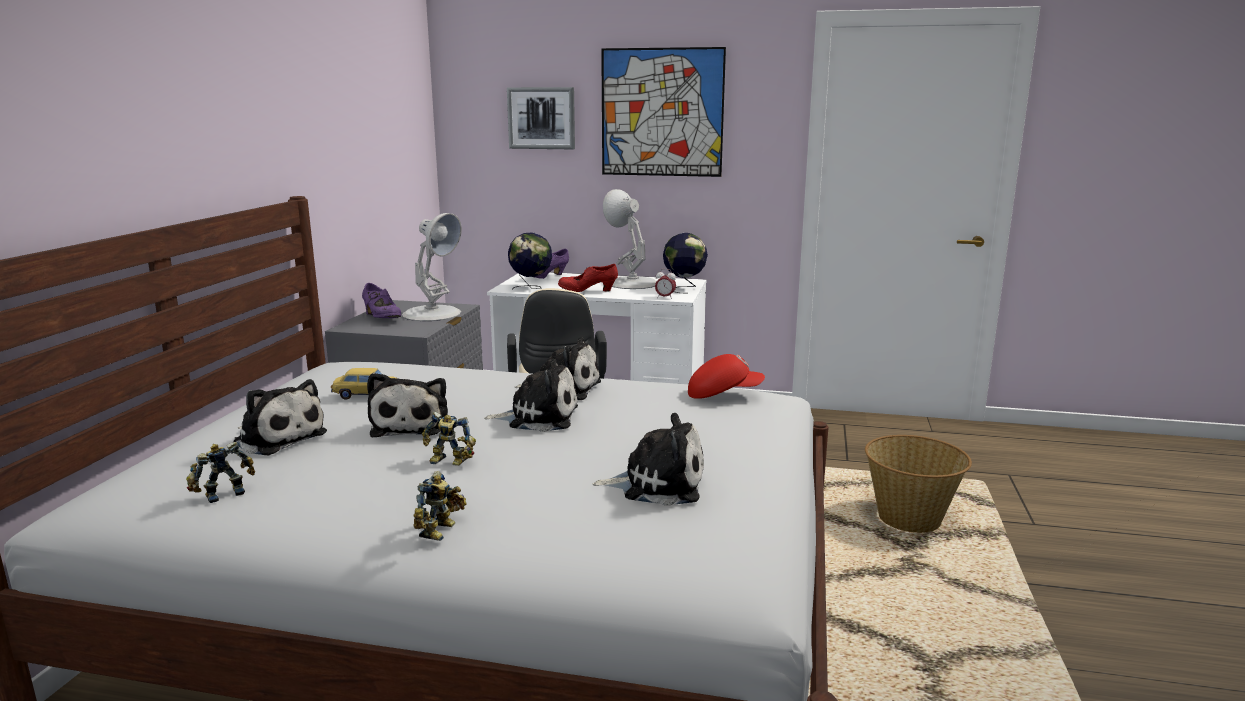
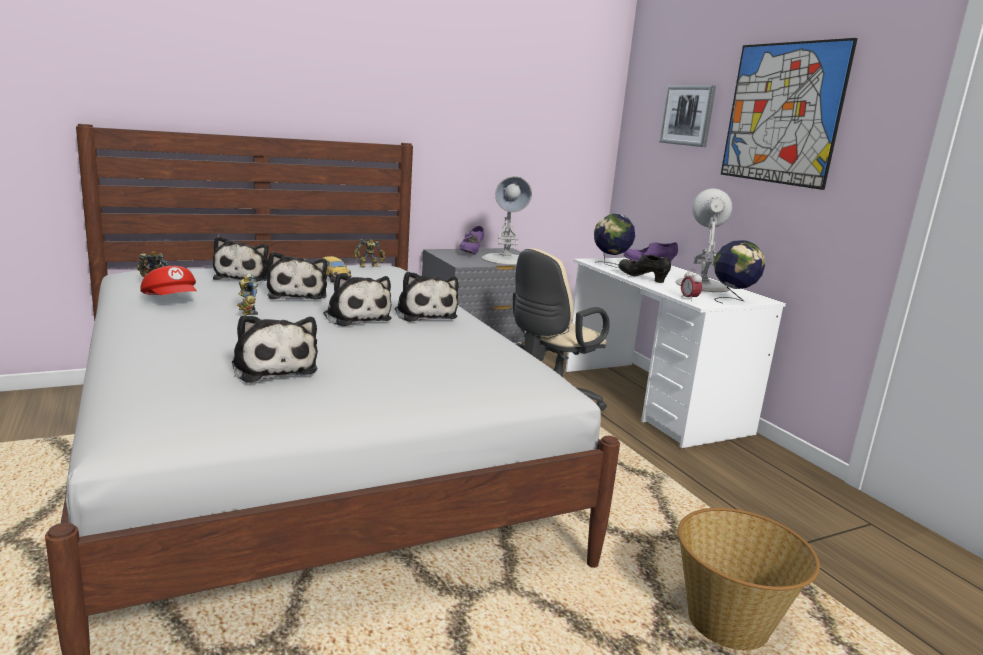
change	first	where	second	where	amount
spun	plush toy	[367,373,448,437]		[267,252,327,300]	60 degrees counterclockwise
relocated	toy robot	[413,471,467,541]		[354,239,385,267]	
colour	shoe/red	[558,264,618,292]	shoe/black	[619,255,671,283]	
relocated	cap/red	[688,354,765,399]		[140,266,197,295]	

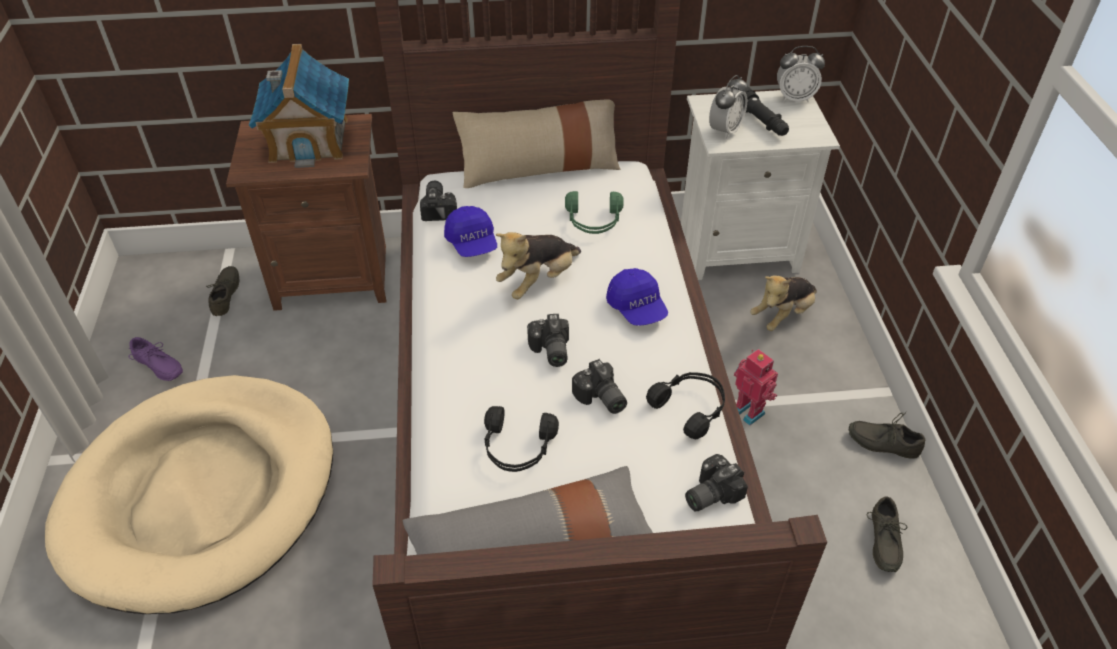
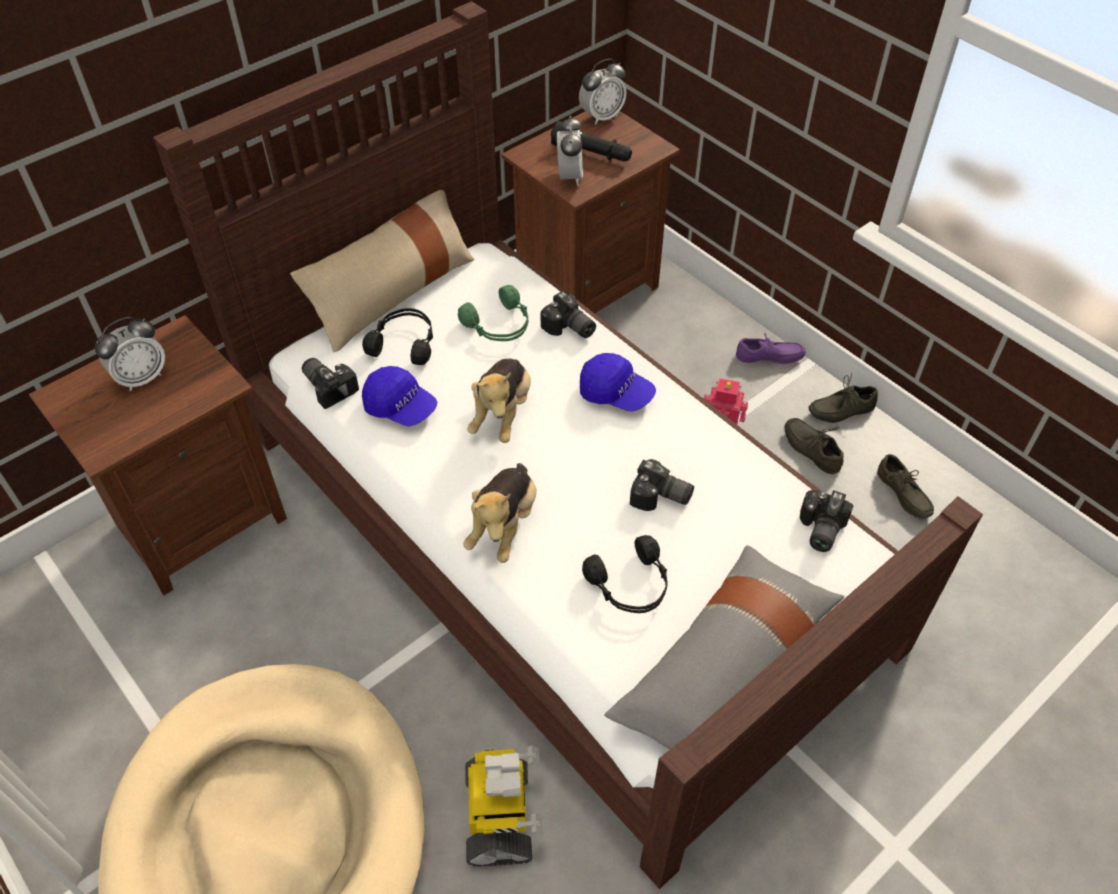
change	first	where	second	where	amount
relocated	shoe/purple	[128,337,183,381]		[736,333,806,364]	
relocated	shoe/grey	[206,266,239,316]		[785,418,844,474]	
exchanged	toy house	[249,44,349,168]	alarm clock	[95,317,165,391]	
relocated	photo camera	[527,314,569,367]		[540,291,596,338]	
relocated	headphones/black	[646,372,725,440]		[362,308,433,365]	
colour	nightstand/white	[681,90,840,280]	nightstand/brown	[501,111,680,313]	
relocated	plush toy	[750,275,817,331]		[464,463,537,563]	
appeared			toy robot	[465,745,544,867]	

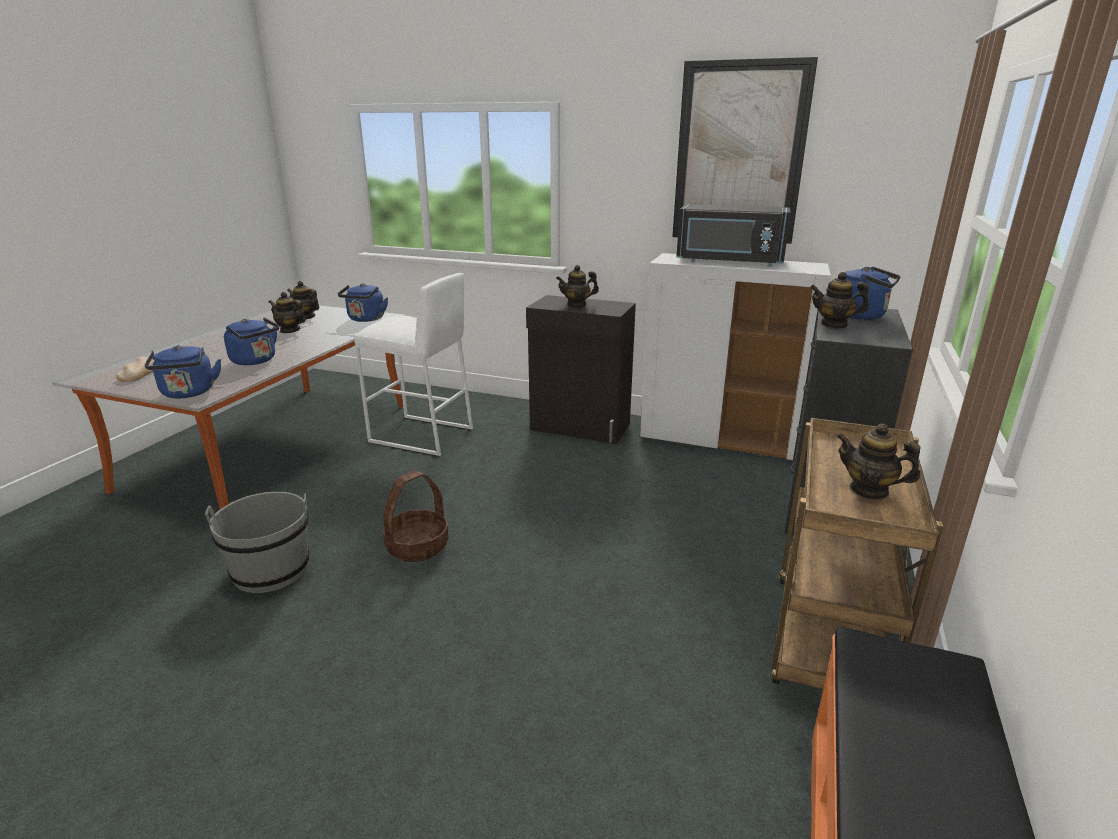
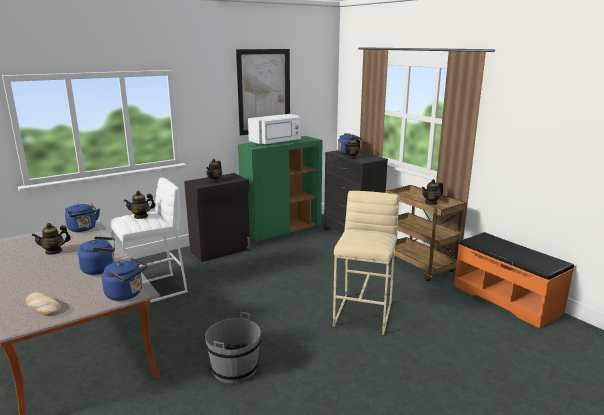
change	first	where	second	where	amount
relocated	teapot	[287,281,319,319]		[124,191,156,219]	
missing	basket	[383,470,449,562]			
colour	cabinet/white	[640,253,831,462]	cabinet/green	[238,136,323,242]	
colour	microwave/black	[677,204,791,266]	microwave/white	[248,114,301,145]	
appeared			stool/beige	[333,191,399,335]	

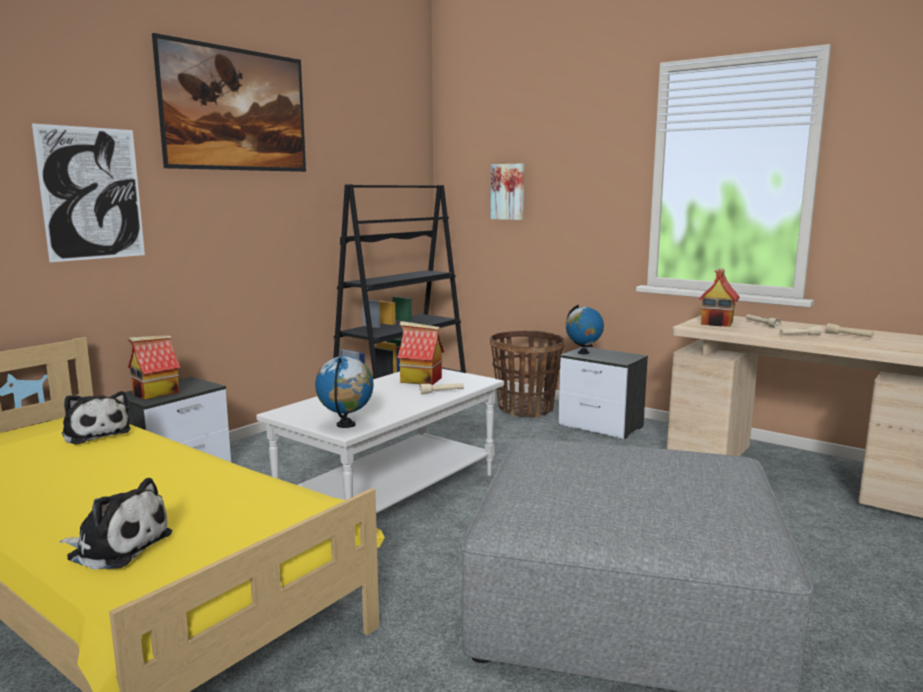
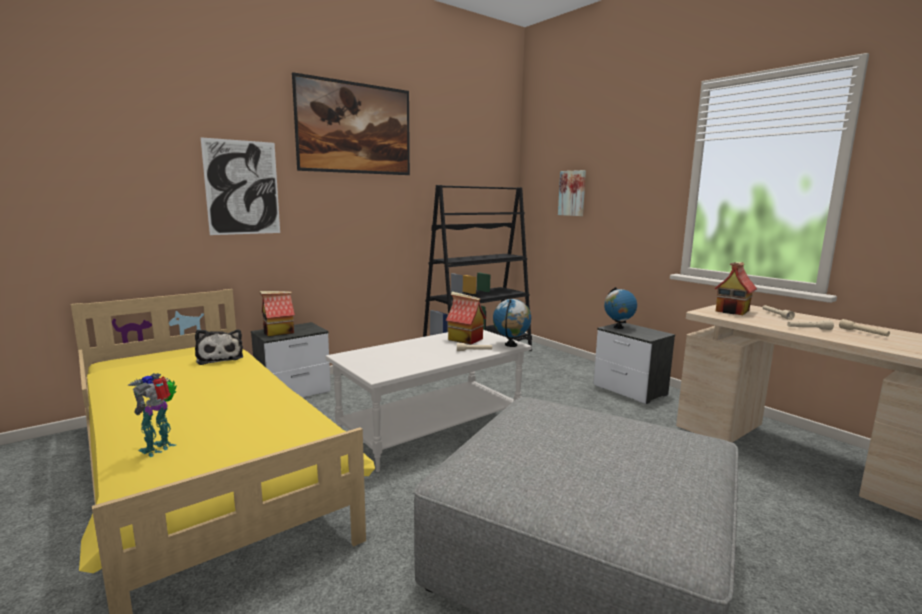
change	first	where	second	where	amount
exchanged	plush toy	[59,478,172,570]	toy robot	[128,373,177,457]	
relocated	globe	[315,356,373,428]		[493,299,531,347]	
missing	basket	[490,331,565,418]			

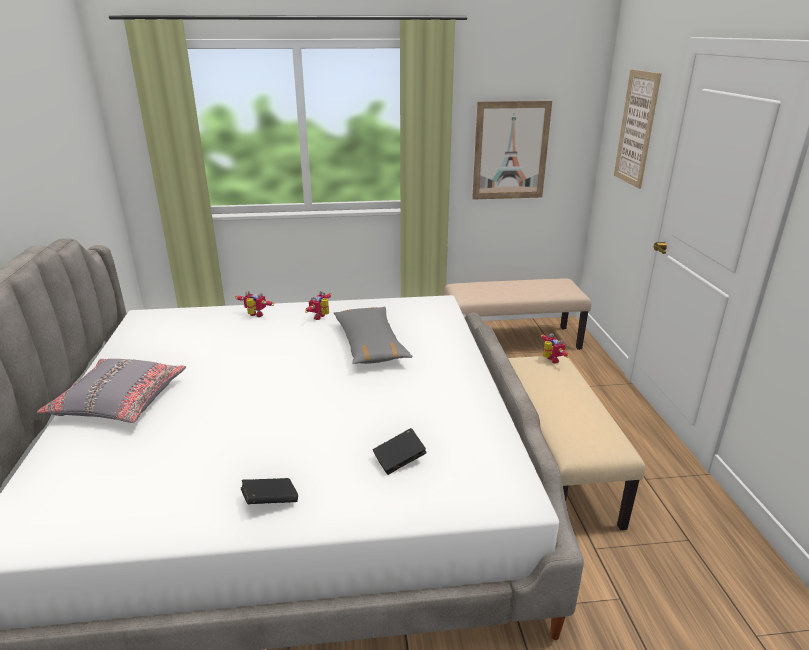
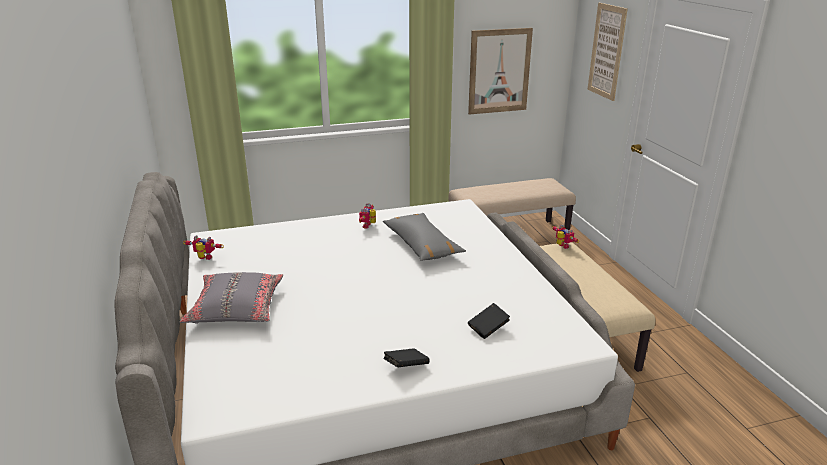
change	first	where	second	where	amount
relocated	toy robot	[235,291,275,317]		[183,235,224,260]	

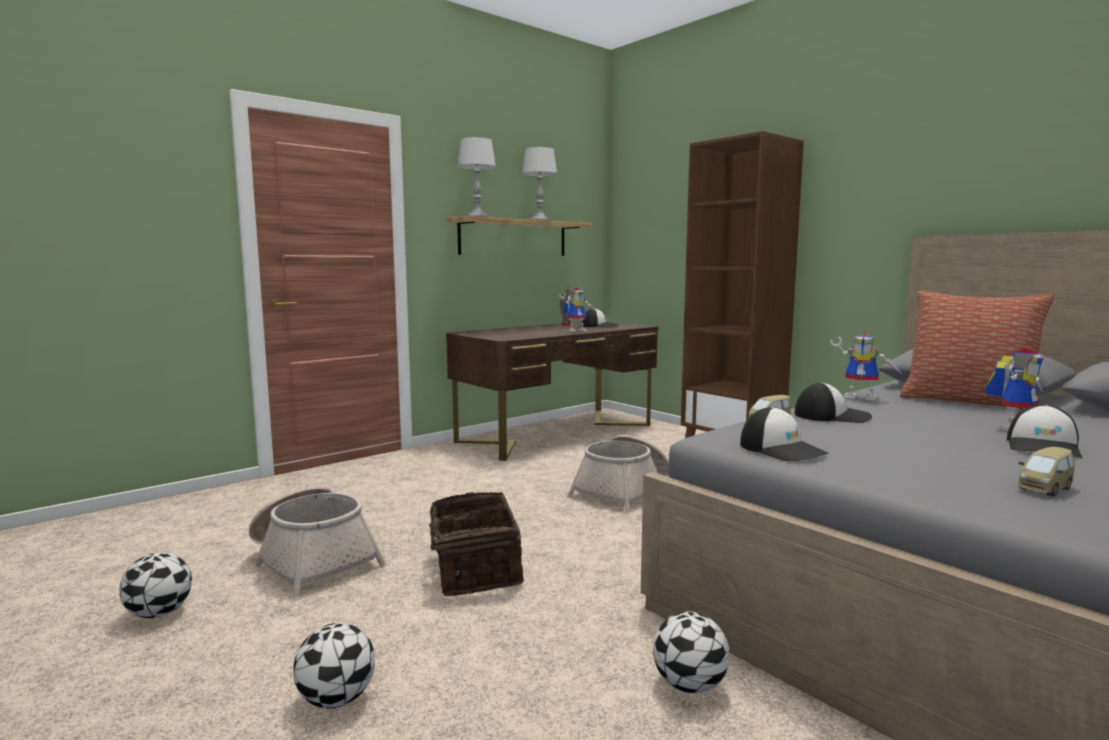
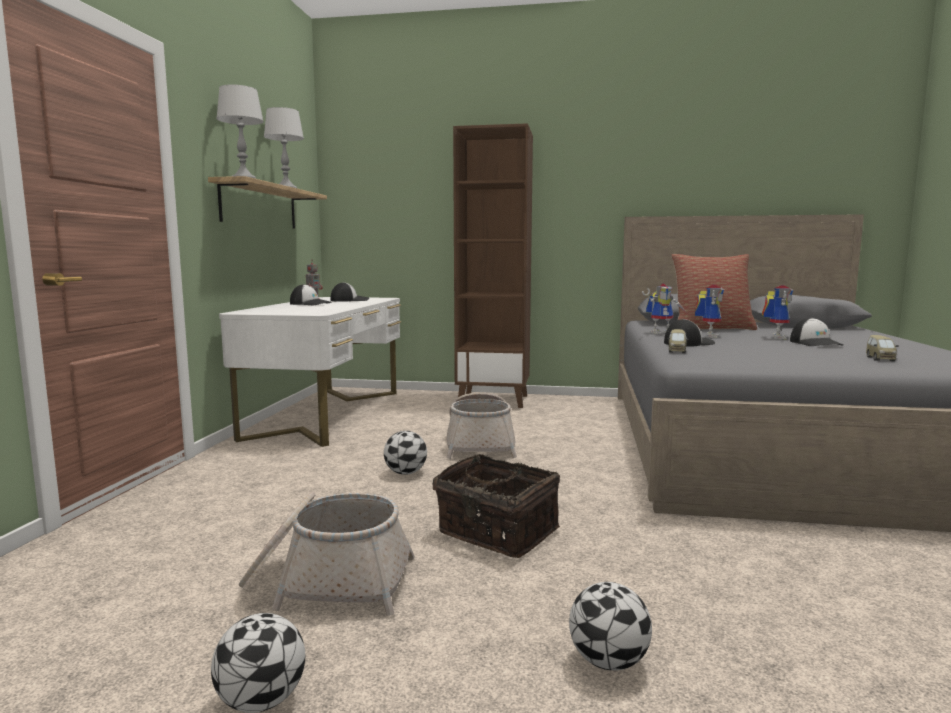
change	first	where	second	where	amount
colour	desk/brown	[446,321,658,461]	desk/white	[219,297,401,447]	
relocated	toy robot	[559,287,598,332]		[695,285,724,338]	
relocated	football	[653,611,730,694]		[384,431,427,475]	
relocated	cap	[740,407,829,462]		[290,284,331,305]	

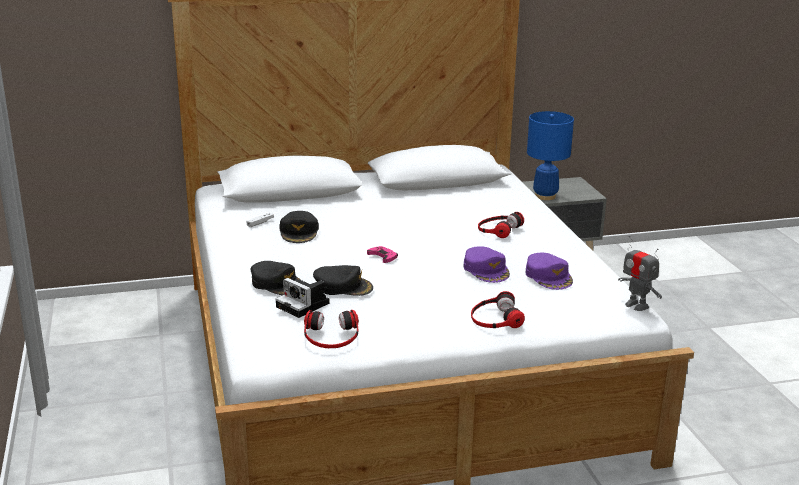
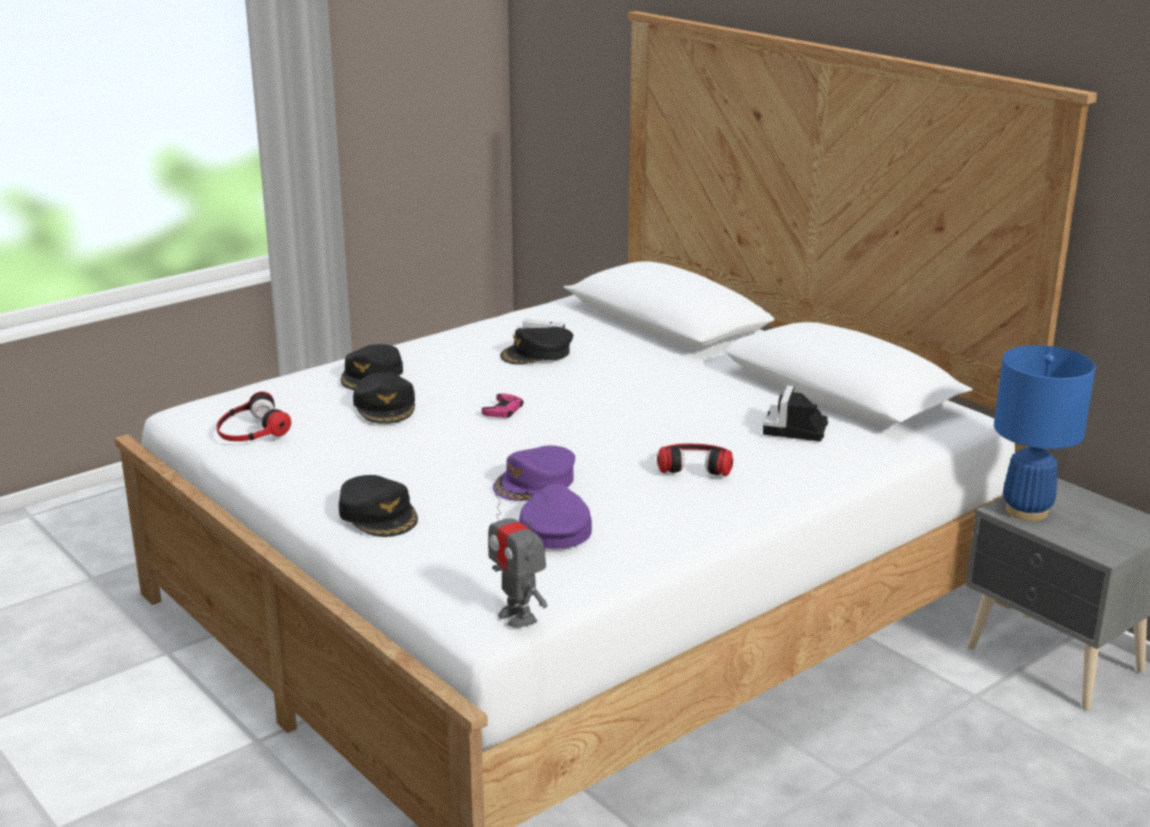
change	first	where	second	where	amount
relocated	photo camera	[276,278,329,318]		[763,385,828,441]	
exchanged	headphones	[471,291,525,328]	cap/black	[339,475,418,537]	
spun	cap/purple	[525,253,573,290]		[519,484,592,549]	135 degrees clockwise
spun	toy robot	[618,236,662,311]		[488,493,547,628]	60 degrees counterclockwise

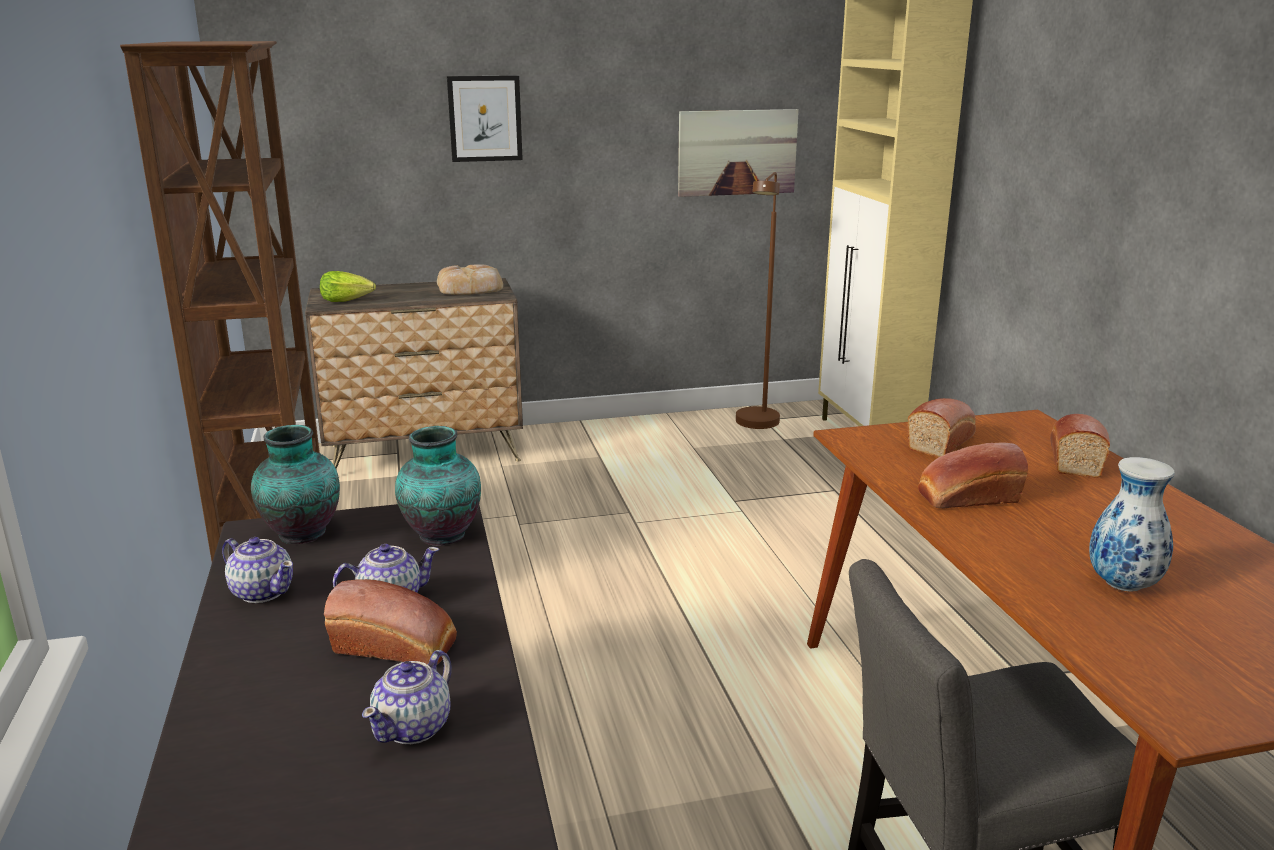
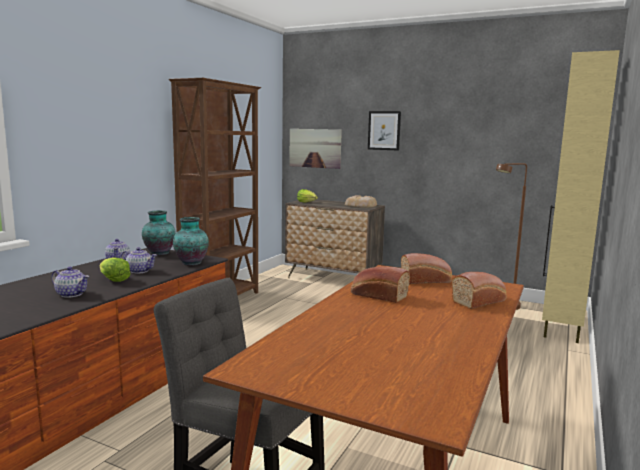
change	first	where	second	where	amount
exchanged	bread	[324,579,457,664]	lettuce	[100,257,131,282]	
spun	teapot	[362,650,452,744]		[51,267,89,298]	135 degrees counterclockwise
relocated	picture	[678,109,799,197]		[289,129,342,169]	
missing	vase	[1089,457,1175,591]			

